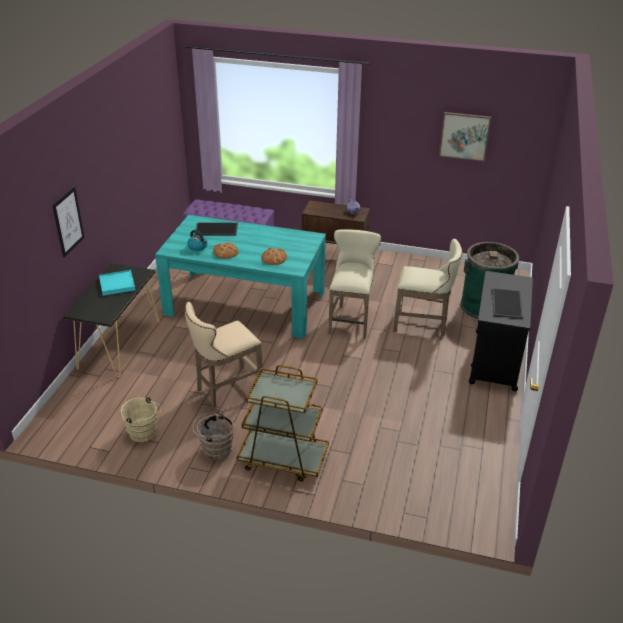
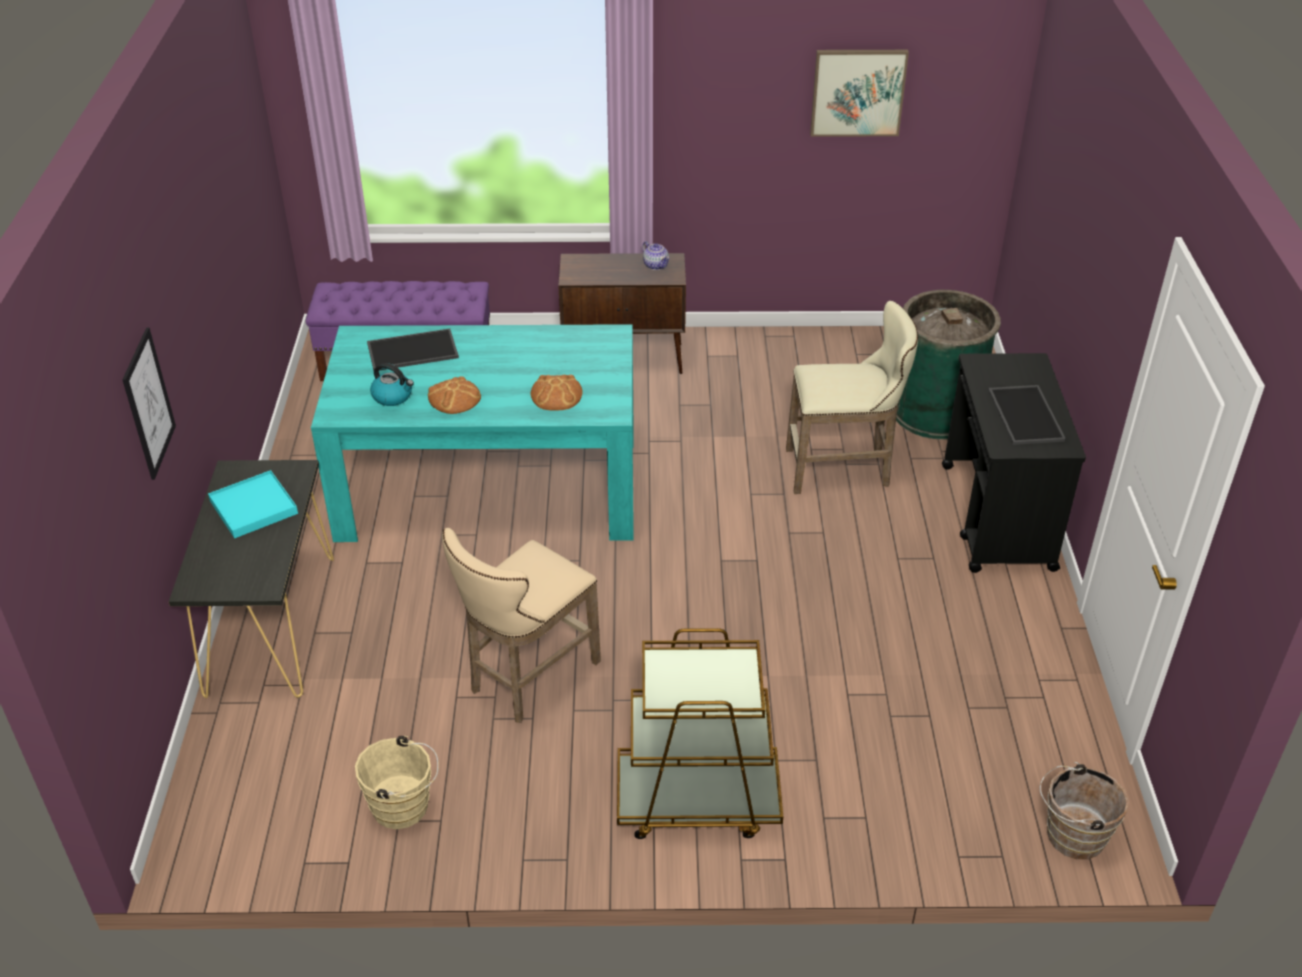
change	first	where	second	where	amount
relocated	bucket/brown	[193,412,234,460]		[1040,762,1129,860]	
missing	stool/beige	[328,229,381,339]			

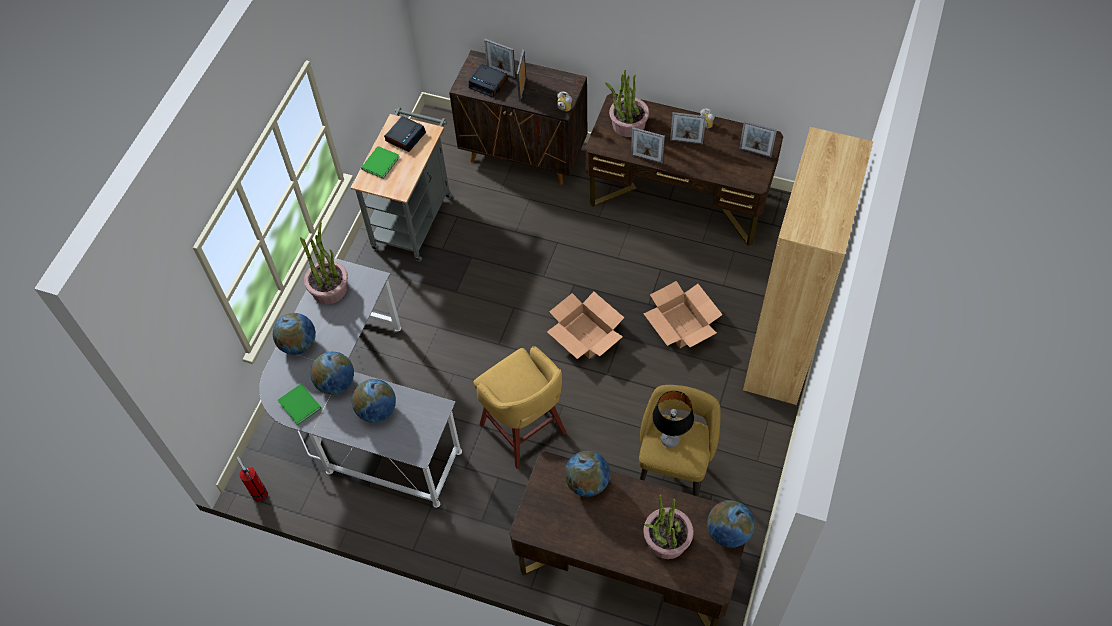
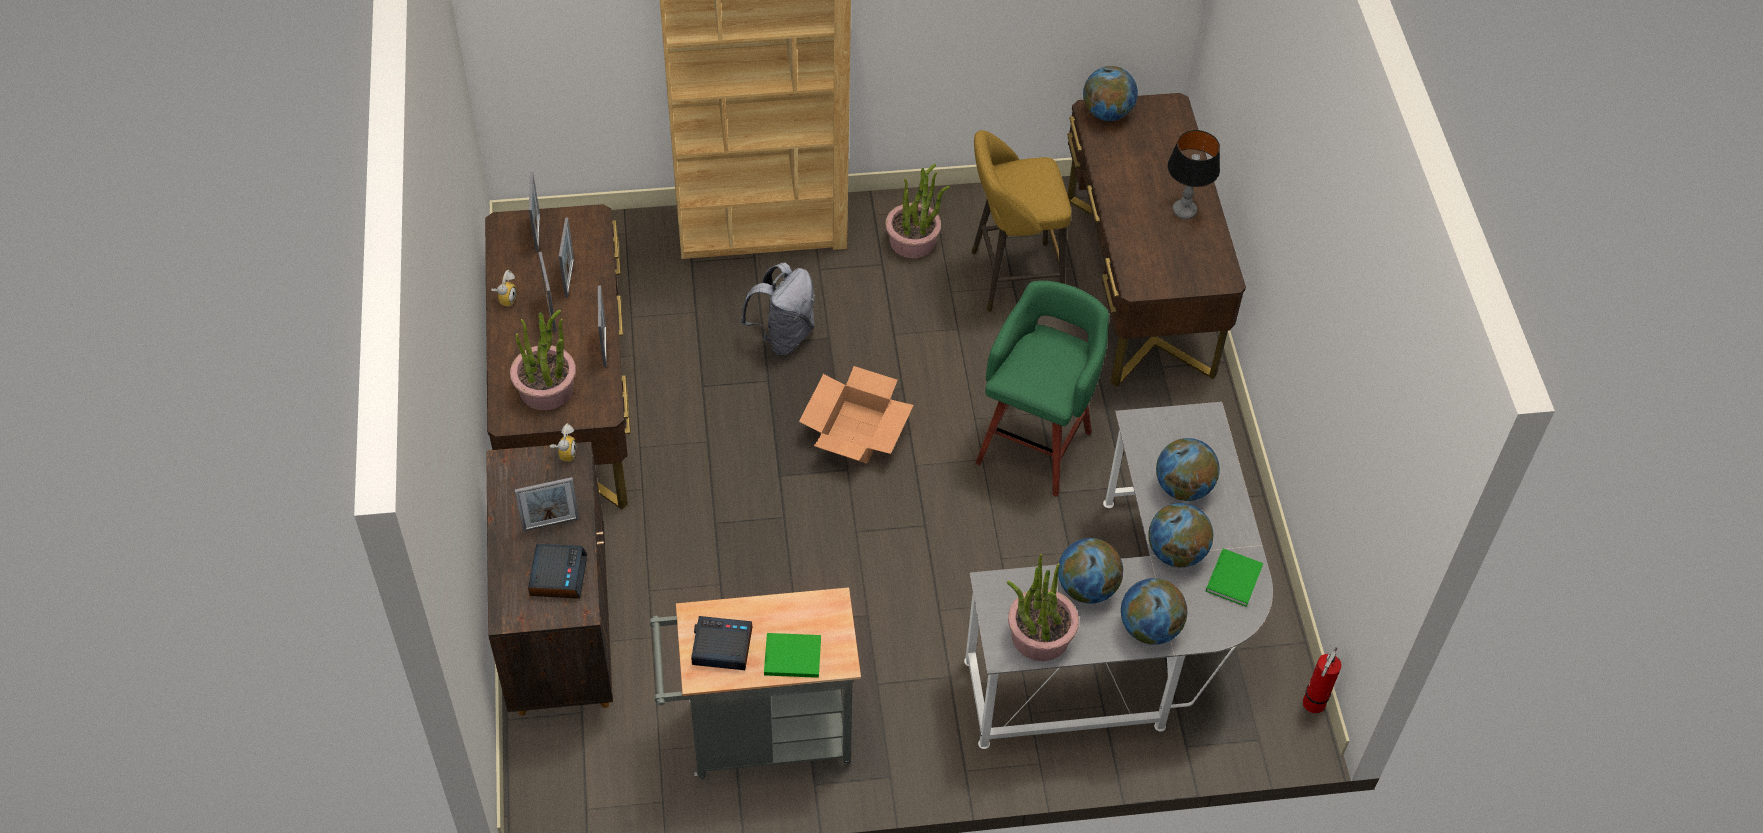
change	first	where	second	where	amount
colour	stool/yellow	[473,346,567,469]	stool/green	[975,281,1109,497]	
relocated	picture frame	[484,39,516,78]		[559,217,574,298]	
relocated	globe	[565,451,610,497]		[1058,538,1123,604]	
exchanged	cardboard box	[643,281,723,348]	backpack/grey	[740,263,815,356]	
relocated	potted plant	[643,495,693,559]		[885,164,950,258]	
relocated	table lamp	[652,391,694,447]		[1167,130,1220,219]	

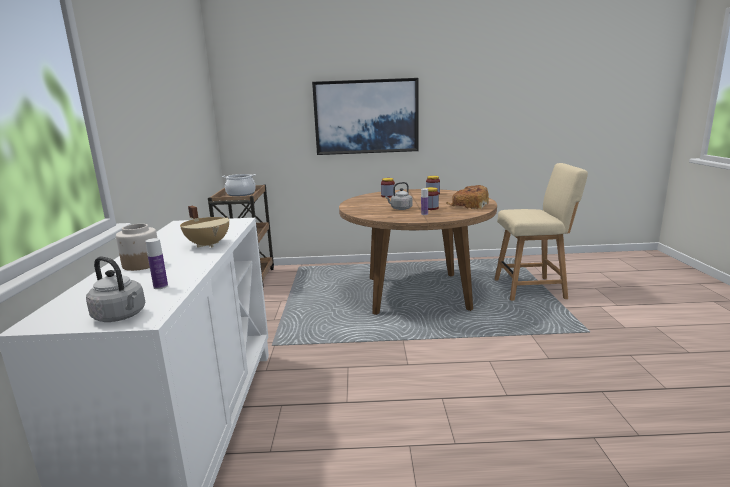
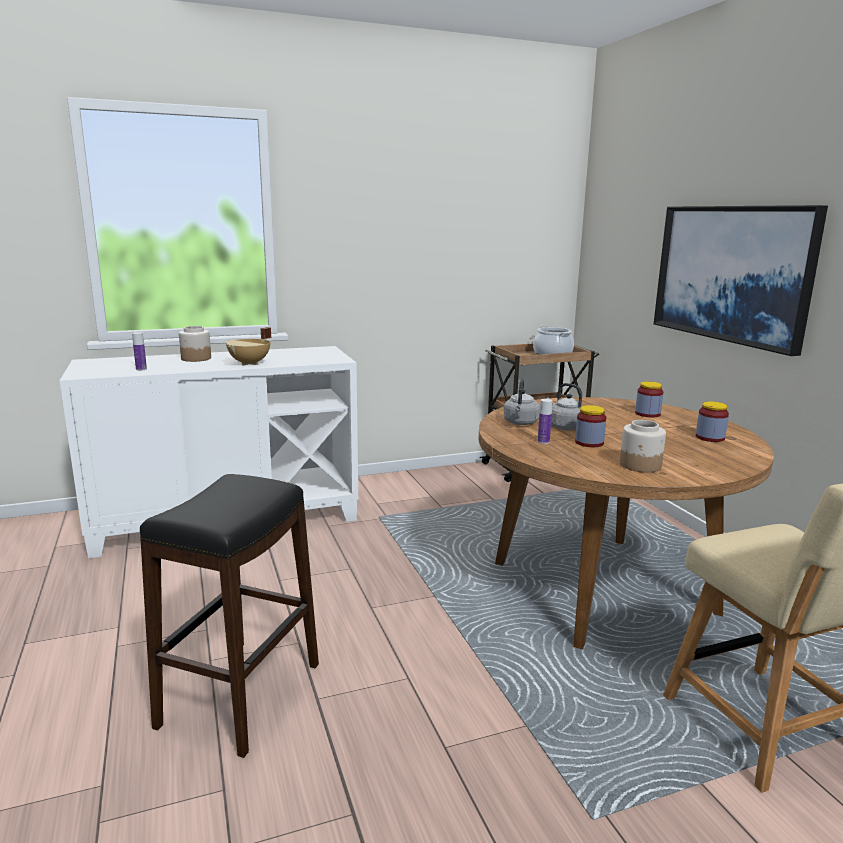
change	first	where	second	where	amount
relocated	kettle/grey	[86,257,146,322]		[504,379,540,425]	
exchanged	bread	[446,185,489,209]	jar	[620,420,666,473]	
appeared			stool/black	[140,474,319,758]	

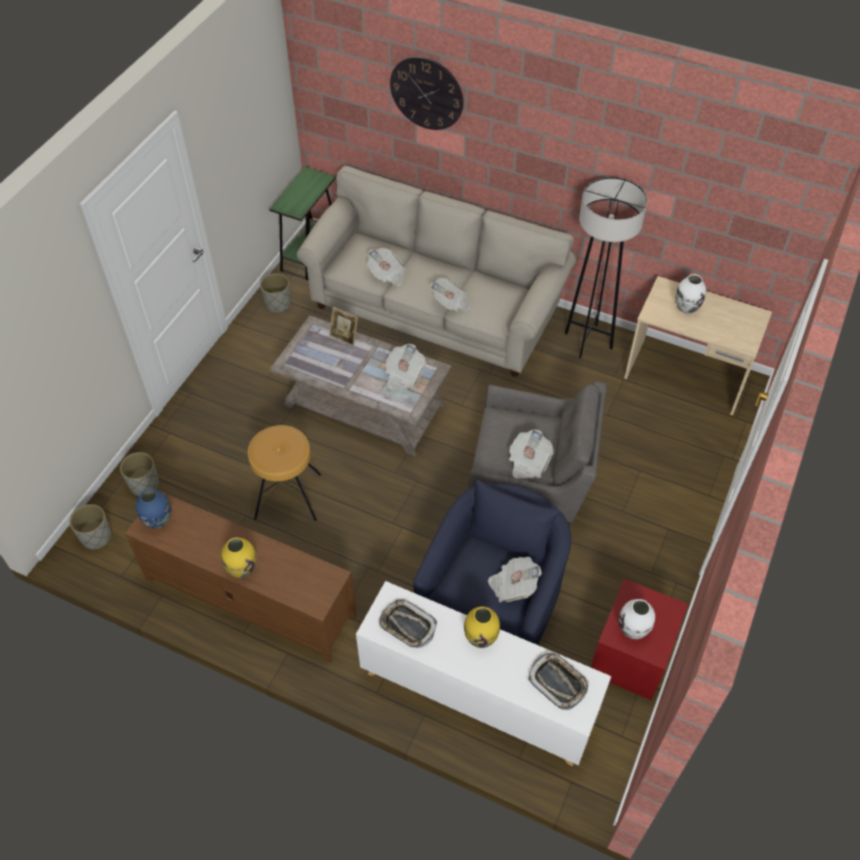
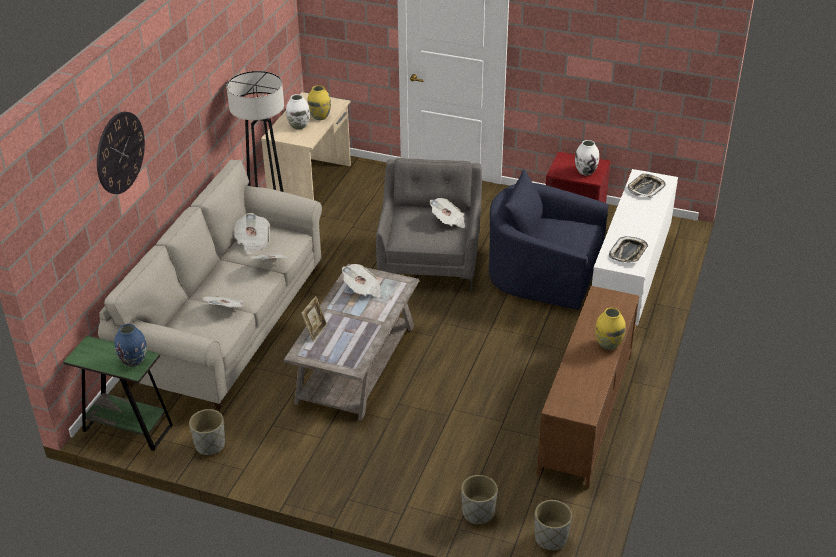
change	first	where	second	where	amount
relocated	vase/blue	[136,488,171,529]		[114,324,147,367]	
missing	stool/brown	[248,425,321,521]			
relocated	vase/yellow	[464,607,500,648]		[307,85,331,120]	
relocated	newspaper	[488,557,542,603]		[233,213,270,254]	

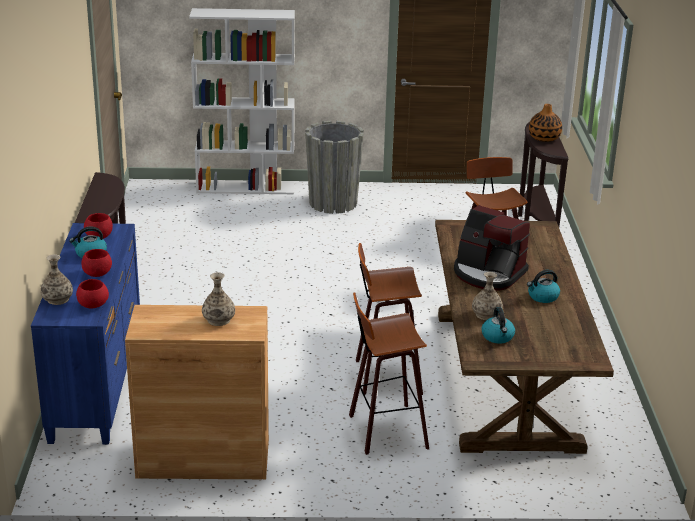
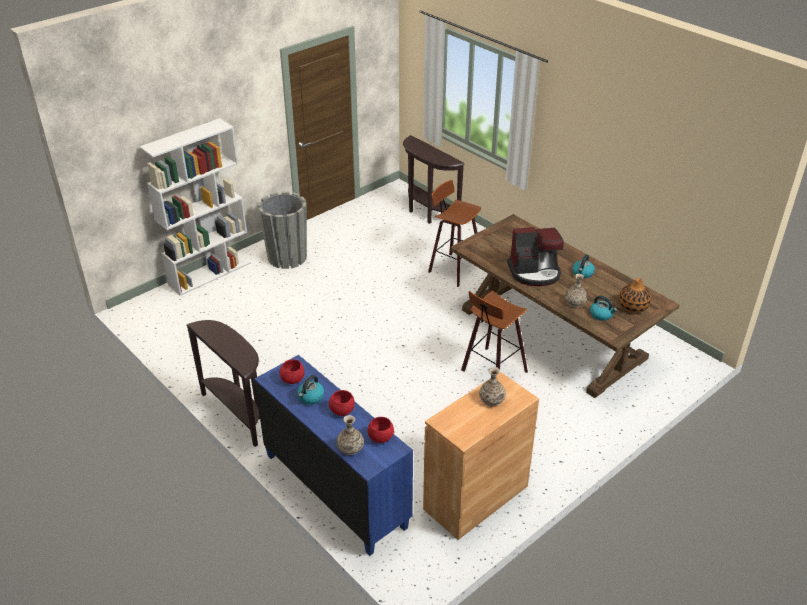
change	first	where	second	where	amount
missing	stool	[349,292,429,455]			
relocated	vase	[529,104,562,142]		[619,278,651,313]	

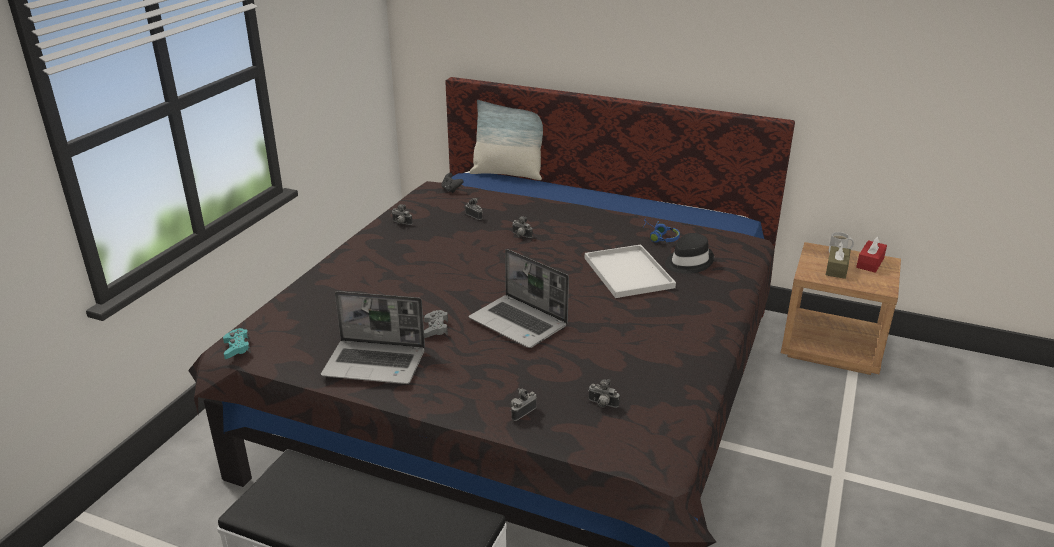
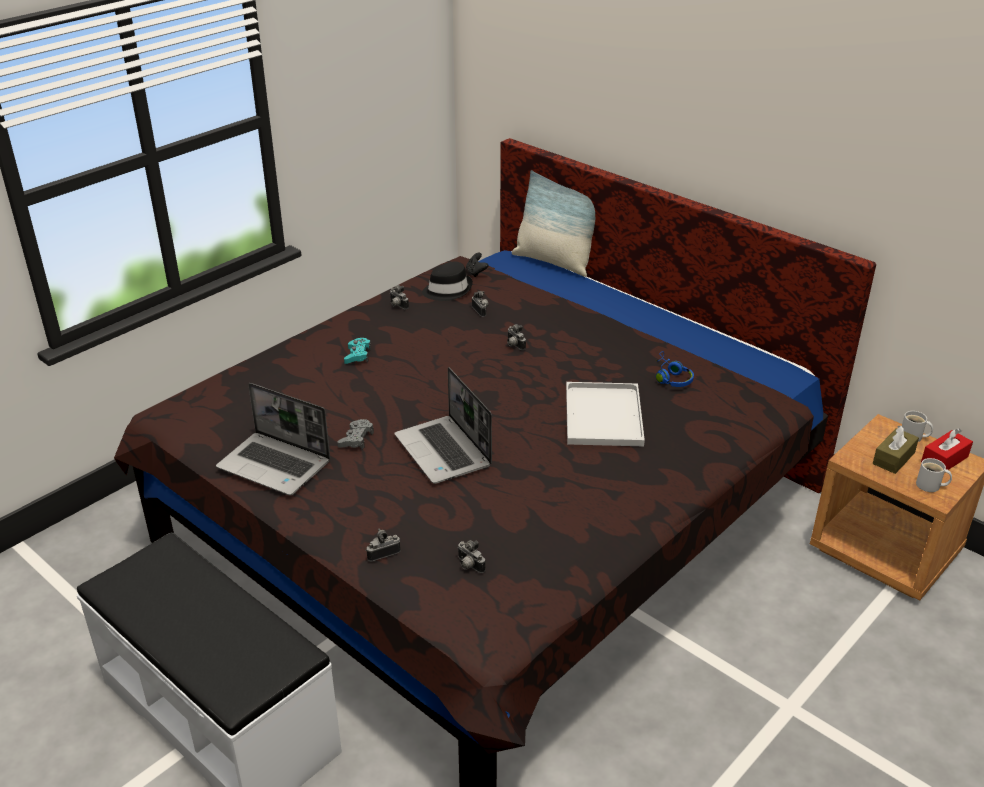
change	first	where	second	where	amount
relocated	game controller/turquoise	[223,328,251,359]		[344,338,371,364]	
relocated	hat/black	[665,233,714,274]		[422,261,473,301]	
appeared			mug/white	[916,458,952,492]	

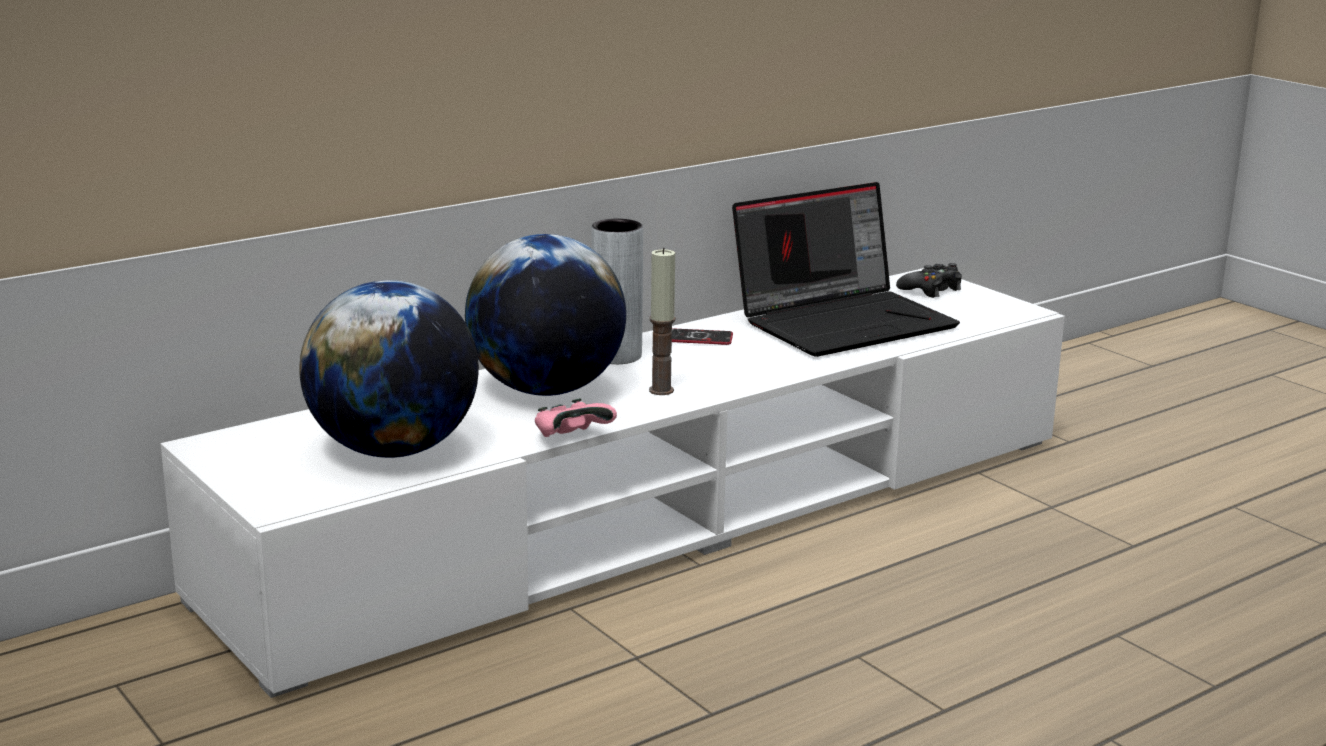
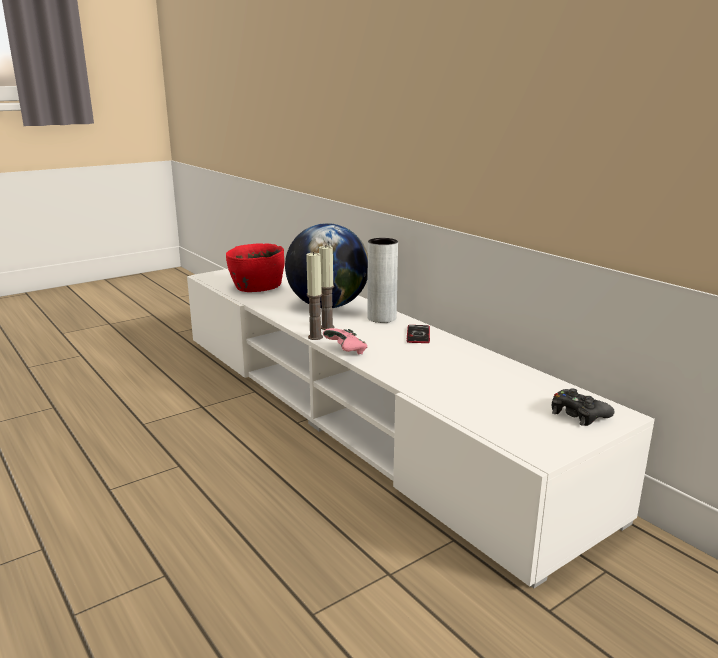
change	first	where	second	where	amount
exchanged	globe	[299,280,479,458]	bowl/red	[226,243,285,292]	
relocated	game controller/pink	[535,399,617,437]		[323,328,367,354]	
missing	laptop	[732,182,960,357]			
appeared			candle	[306,251,323,340]	

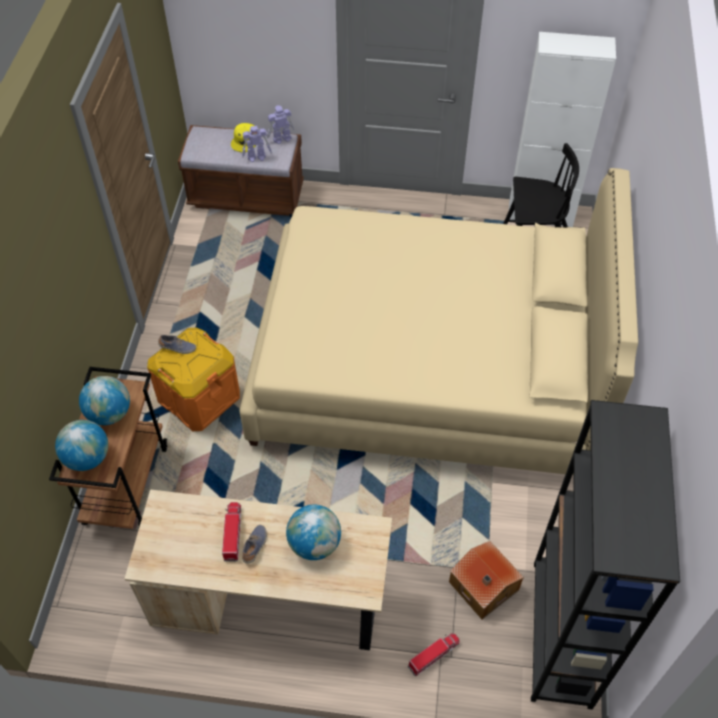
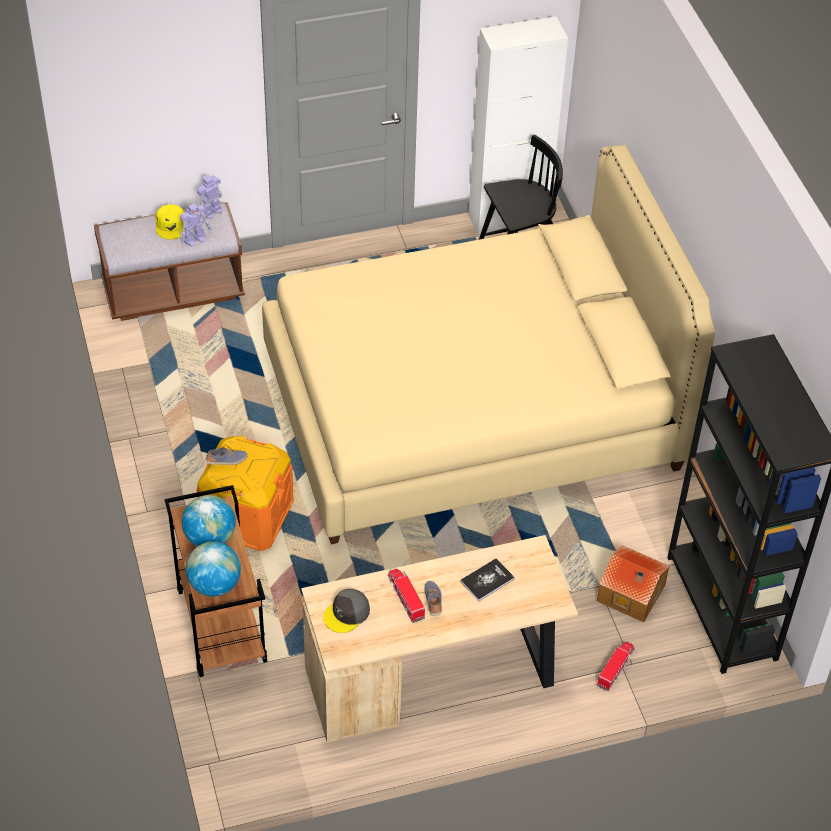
change	first	where	second	where	amount
exchanged	globe	[286,505,341,560]	book	[460,558,515,601]	
appeared			cap/grey	[323,589,370,633]	

